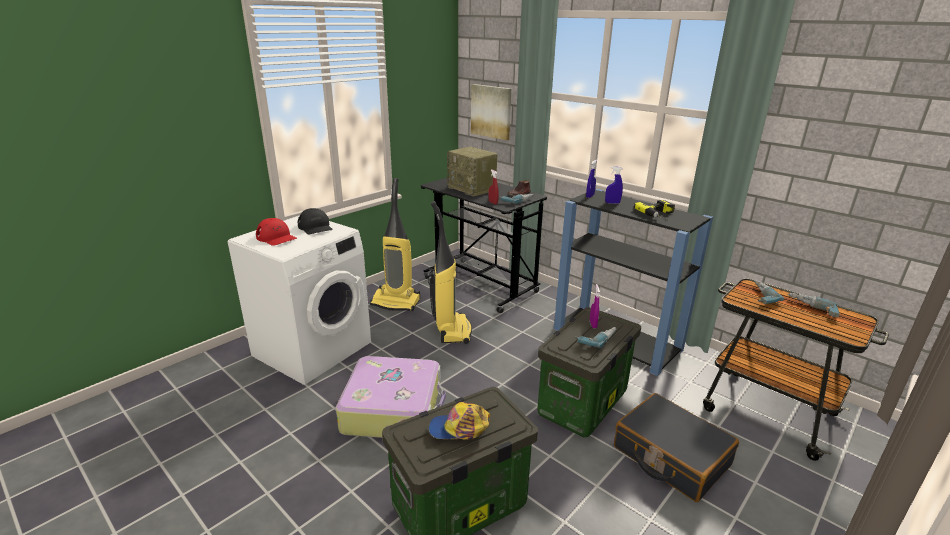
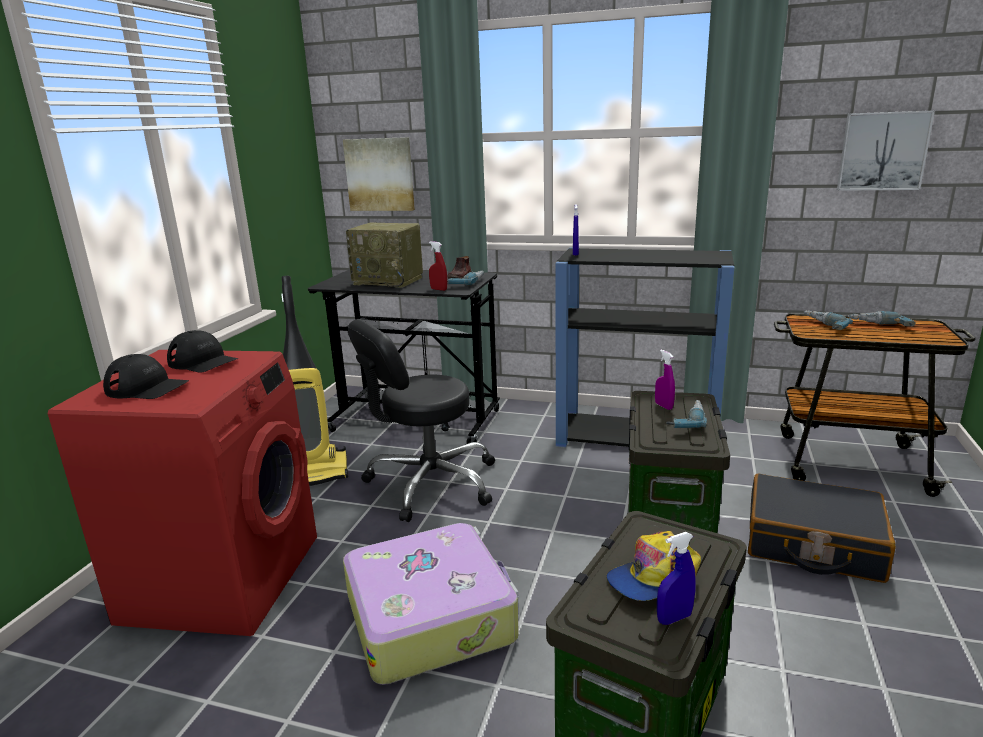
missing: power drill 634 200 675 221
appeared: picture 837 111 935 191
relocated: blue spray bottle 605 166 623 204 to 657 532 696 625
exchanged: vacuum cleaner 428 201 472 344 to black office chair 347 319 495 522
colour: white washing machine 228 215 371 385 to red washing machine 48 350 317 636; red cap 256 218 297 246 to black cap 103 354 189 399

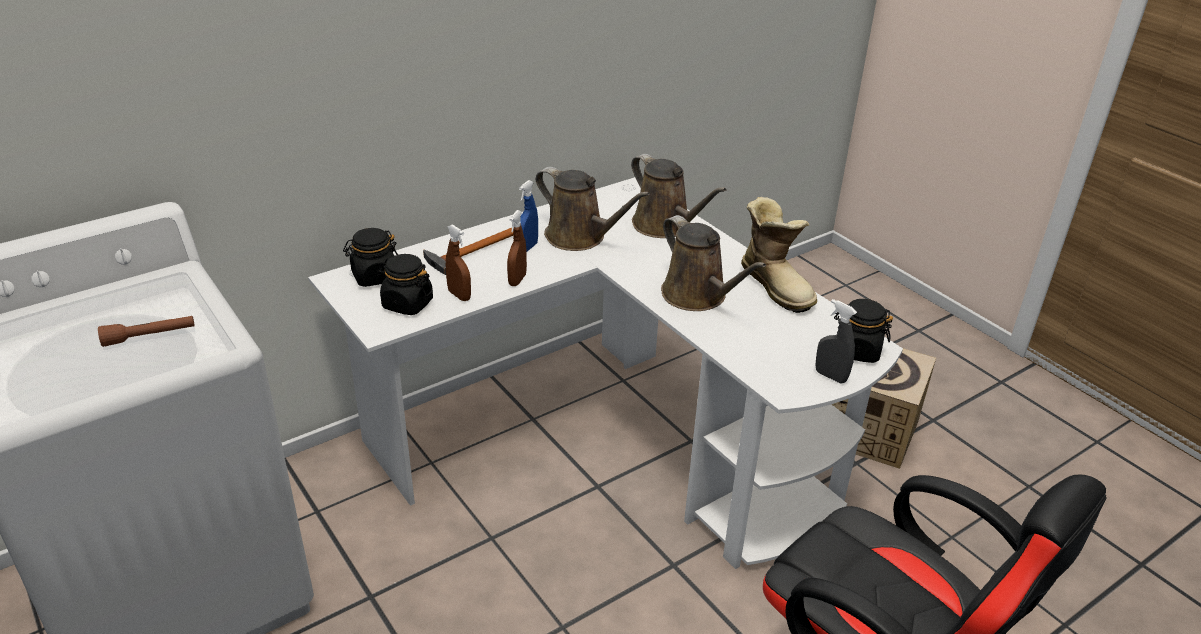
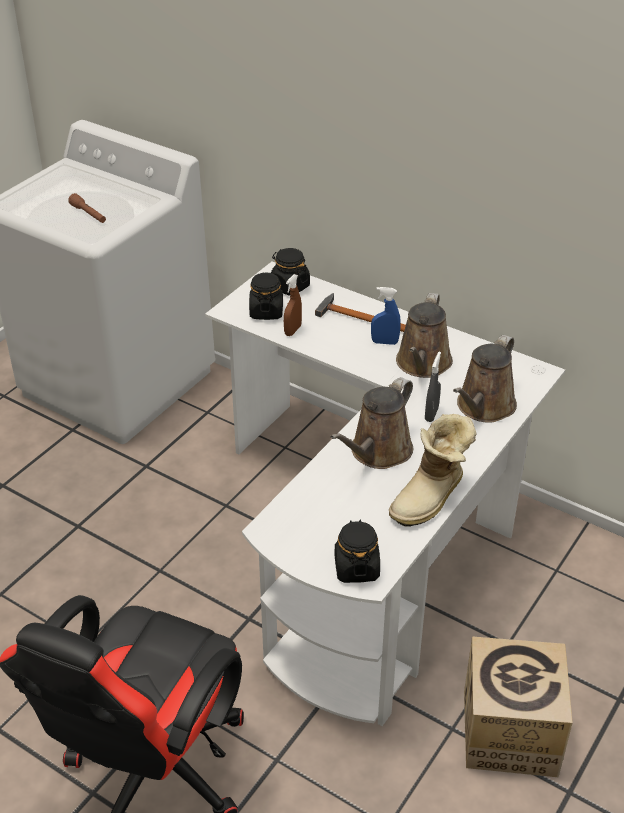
missing: brown spray bottle 507 210 527 286
relocated: grey spray bottle 816 299 857 384 to 425 352 441 422

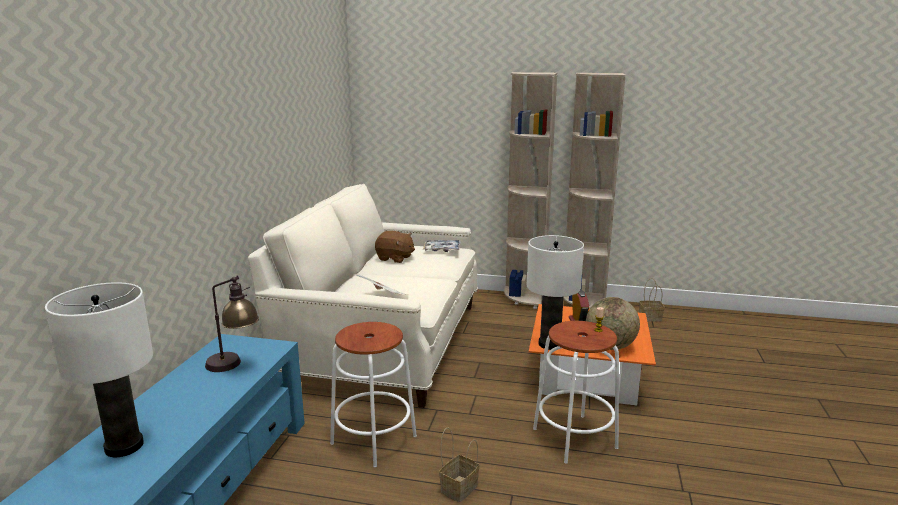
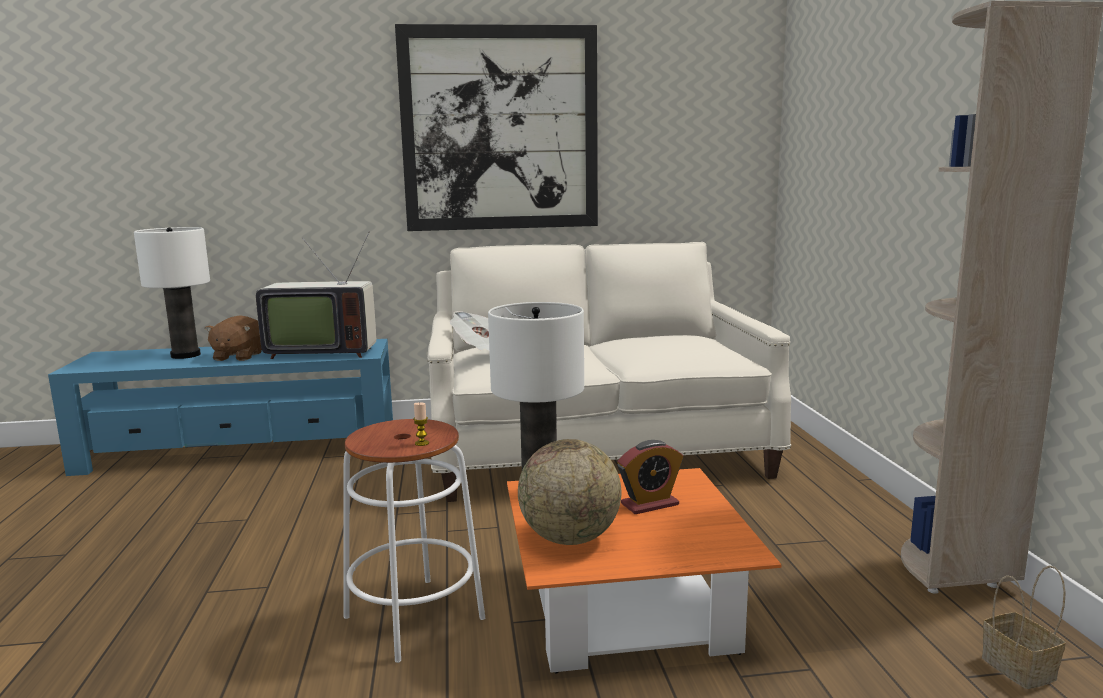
missing: white stool 330 322 417 467; tray 423 240 461 252; basket 439 428 479 502; beige bookcase 504 72 557 309
appeared: picture 395 24 598 231
relocated: brown plush toy 375 231 415 263 to 204 315 262 361
exchanged: table lamp 205 276 259 372 to television 256 232 376 359

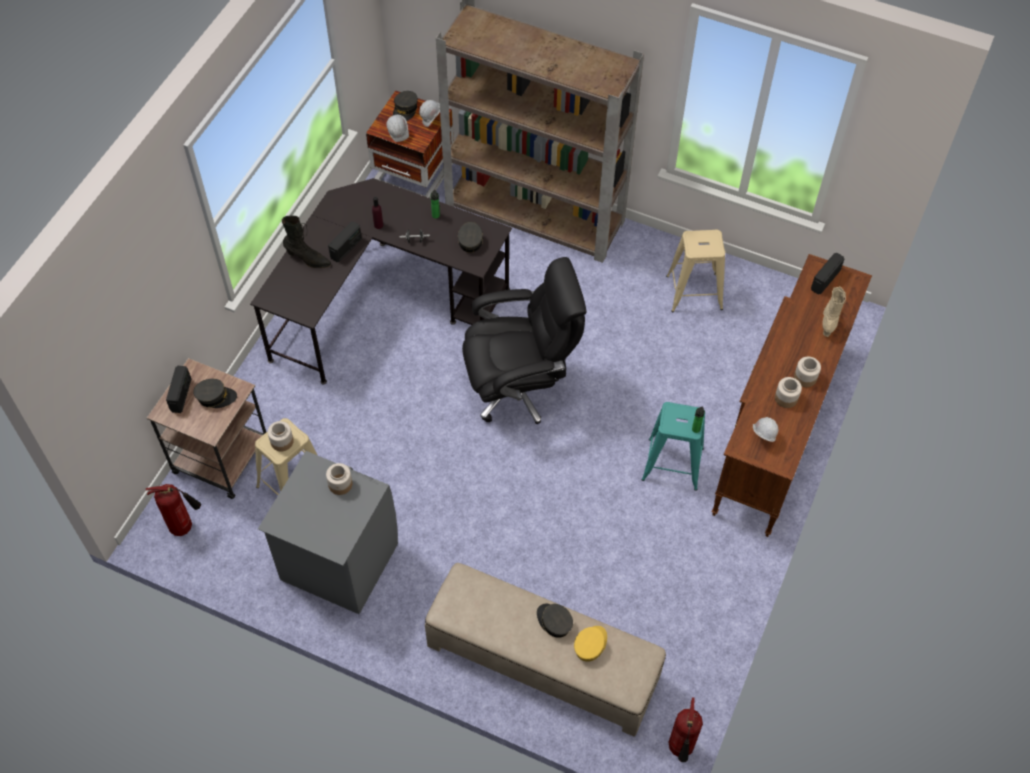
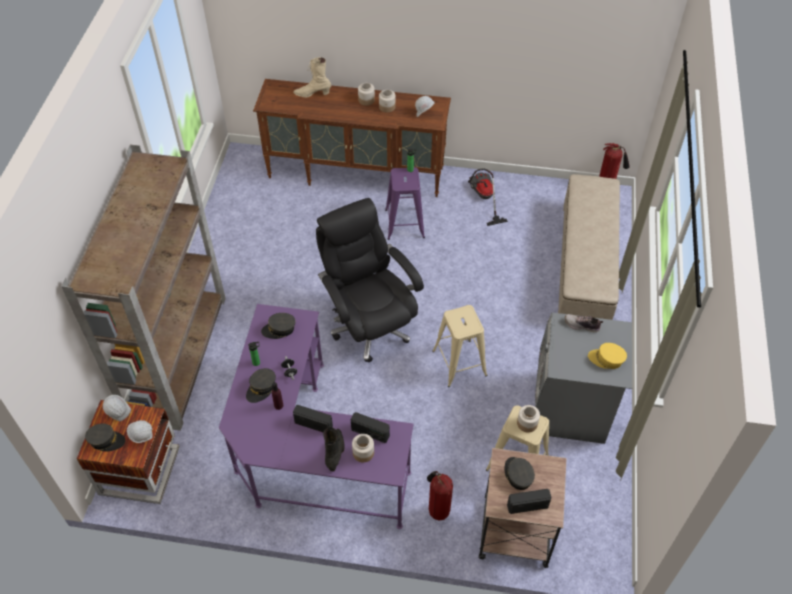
appeared: vacuum cleaner 468 169 508 226; shoe 565 314 603 332
relocated: fire extinguisher 146 484 201 536 to 427 471 453 520; jar 326 463 353 495 to 352 434 374 462; grey cap 537 604 573 638 to 246 368 276 403; yellow cap 574 626 607 662 to 588 343 627 369; beige stool 666 230 725 312 to 432 305 487 387; radio 811 252 844 295 to 351 412 390 443
colour: black desk 250 178 512 384 to purple desk 219 304 414 529; turquoise stool 642 402 705 491 to purple stool 385 167 425 240

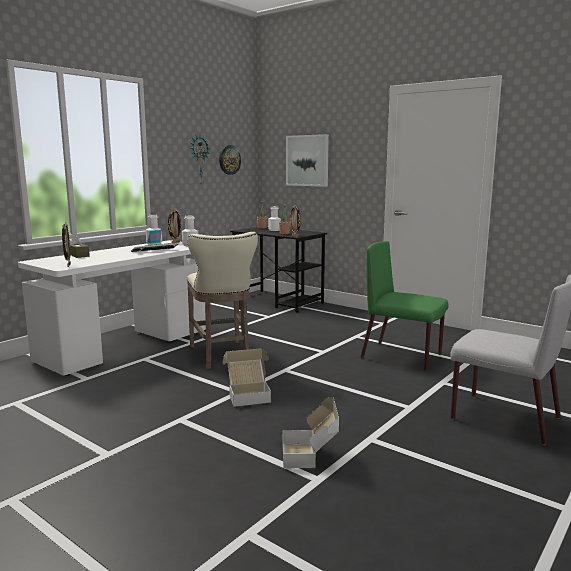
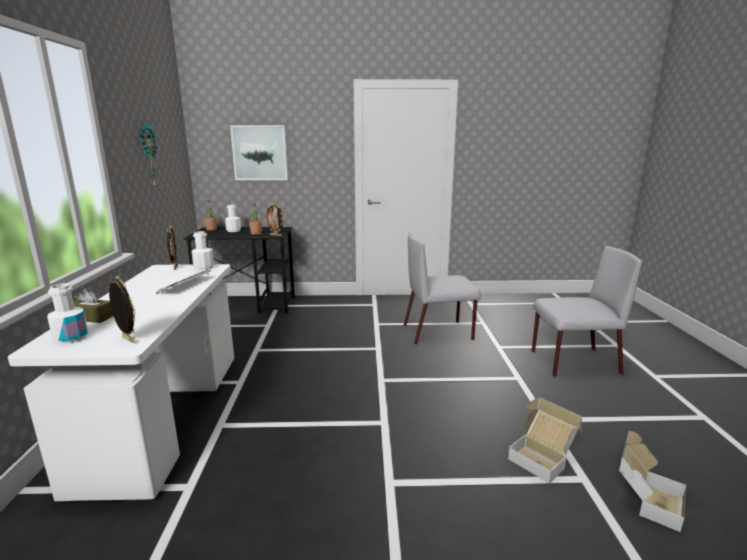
missing: beige stool 187 232 258 369; wall clock 219 145 241 175
relocated: white bottle 146 215 162 245 to 47 283 88 344; cardboard box 223 348 271 407 to 619 431 686 532
colour: green chair 360 241 449 371 to grey chair 404 233 481 345

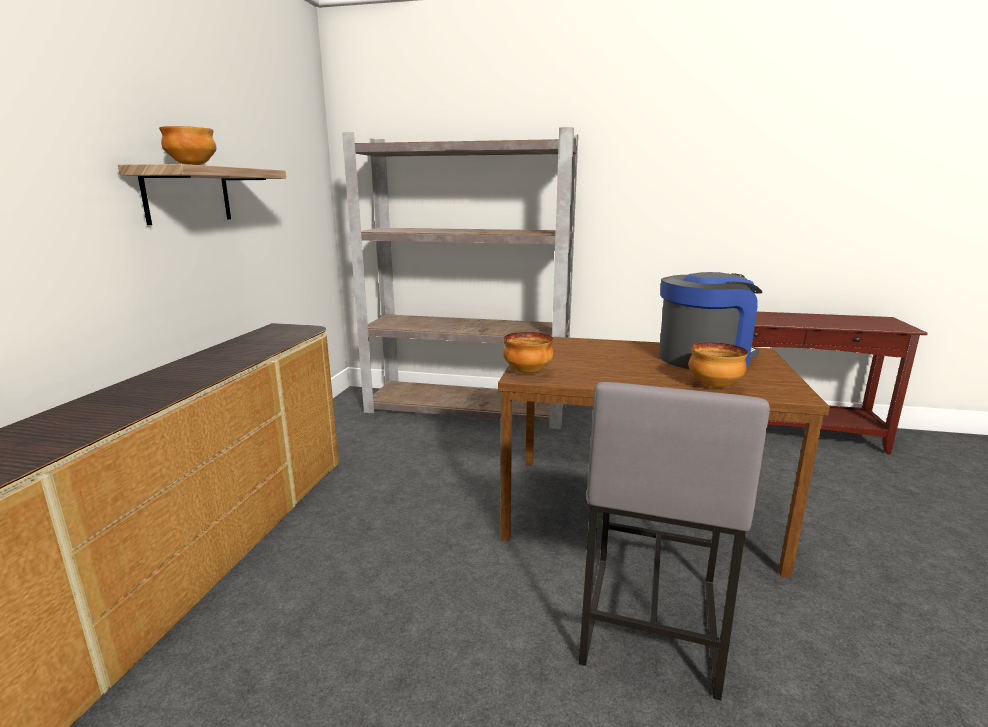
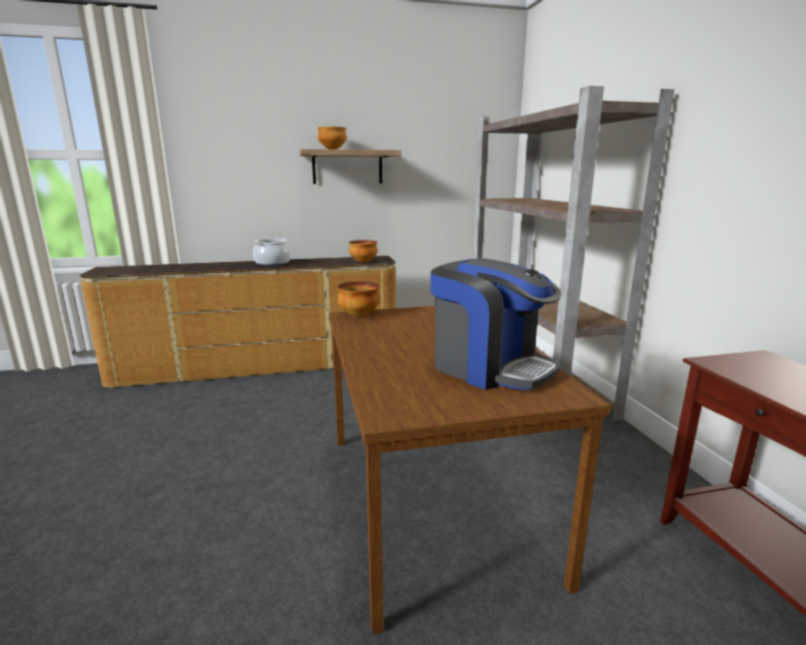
missing: grey stool 579 382 770 701
appeared: cooking pot 253 237 291 266
relocated: bowl 689 342 748 387 to 349 240 378 263

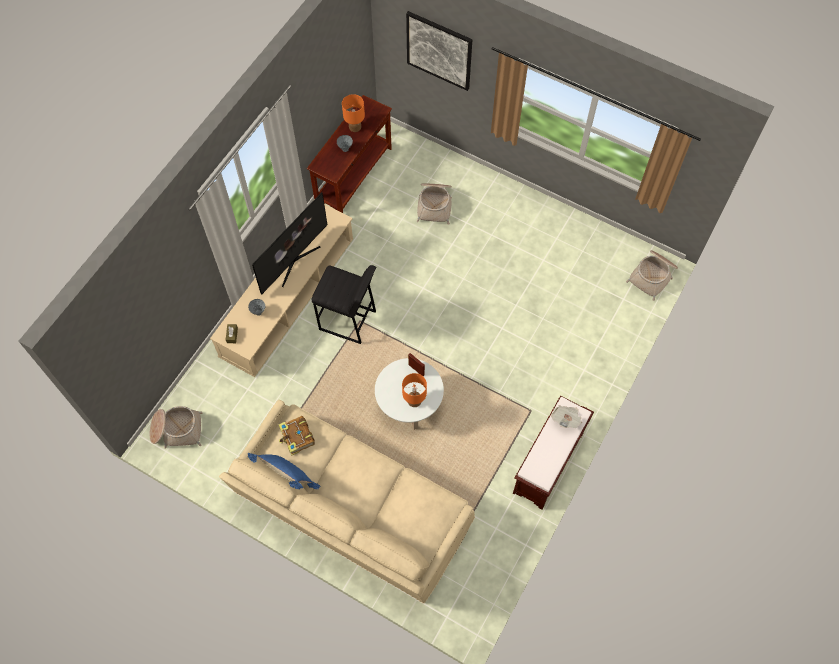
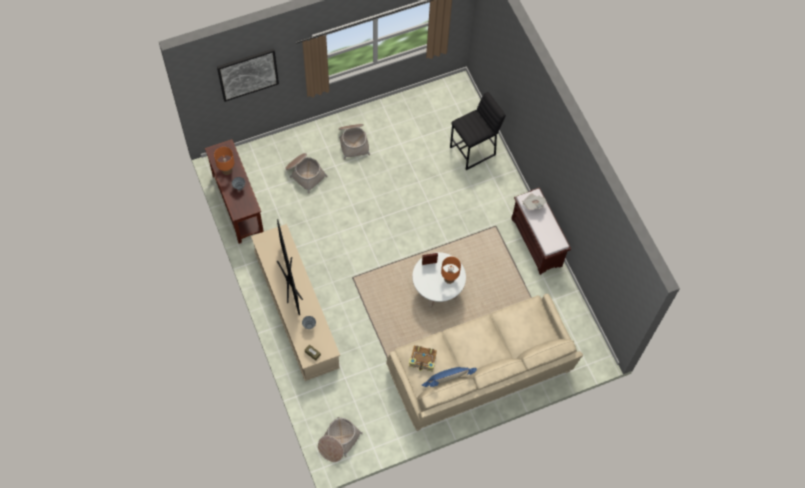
relocated: black stool 312 265 376 344 to 450 92 506 170; basket 626 250 678 301 to 339 124 370 160

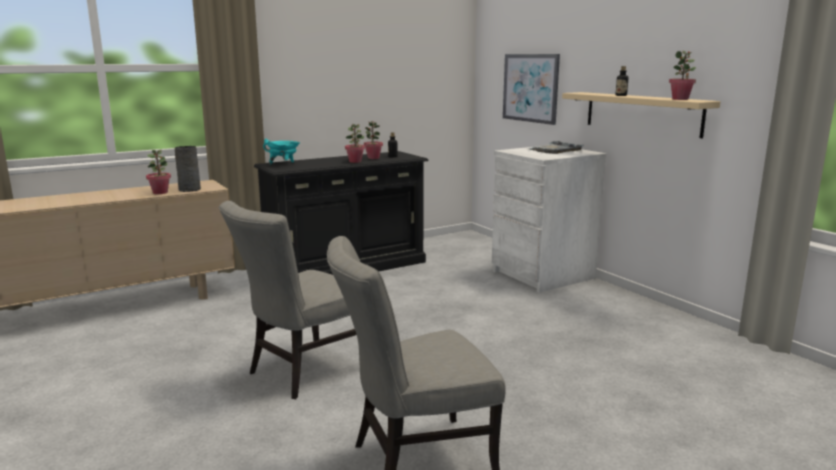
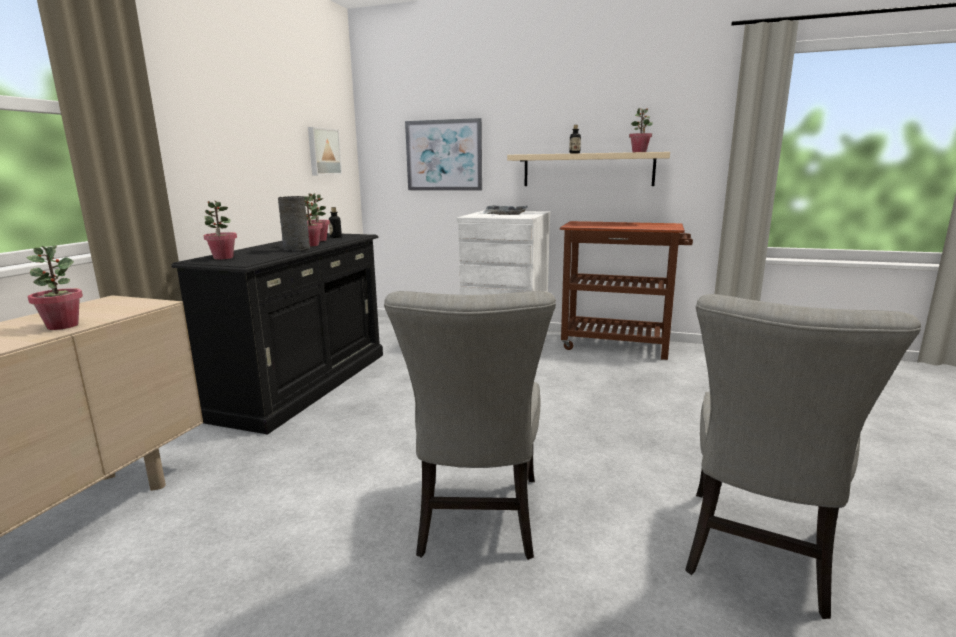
appeared: picture 308 127 342 175; brown cart 560 221 693 360
relocated: grey vase 175 146 201 192 to 278 196 310 252
exchanged: turquoise cooking pot 263 139 300 165 to potted plant 204 200 237 260

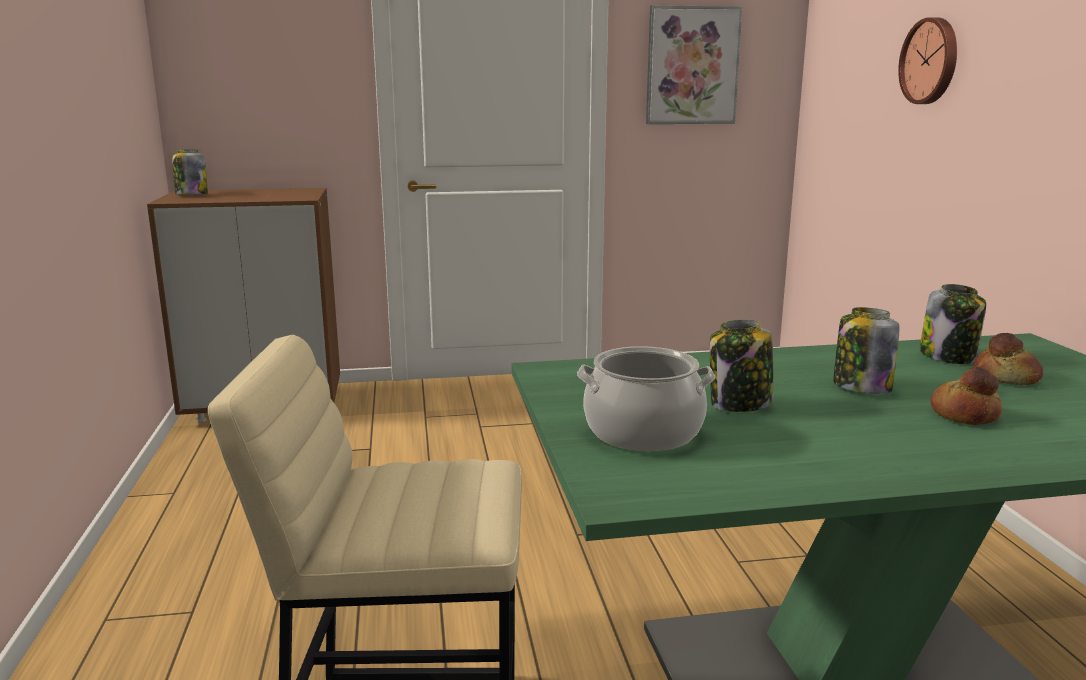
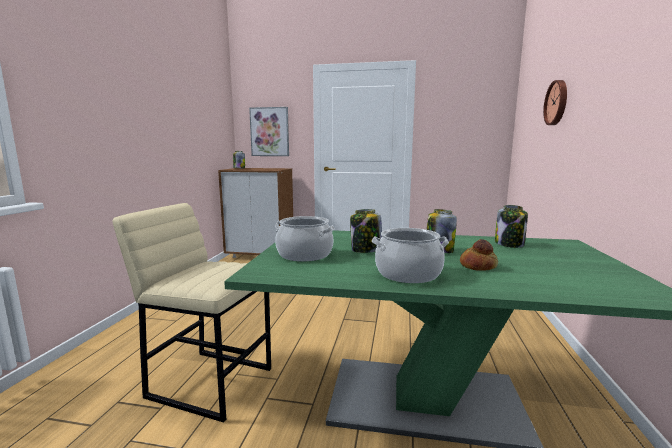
missing: bread 973 333 1043 385
appeared: cooking pot 372 228 449 283
relocated: picture 646 5 743 124 to 249 107 289 156

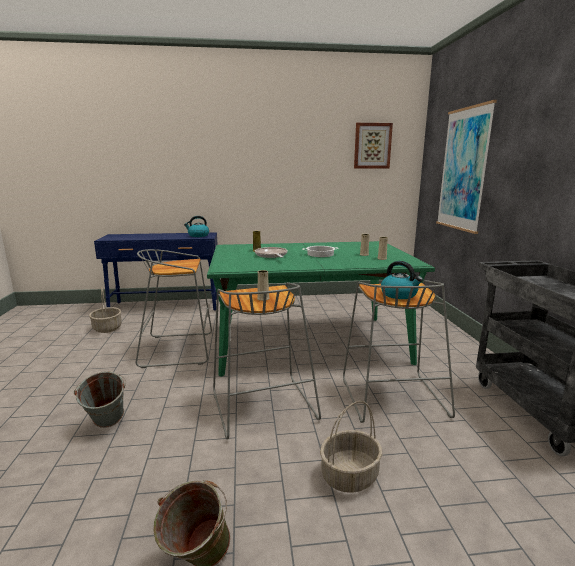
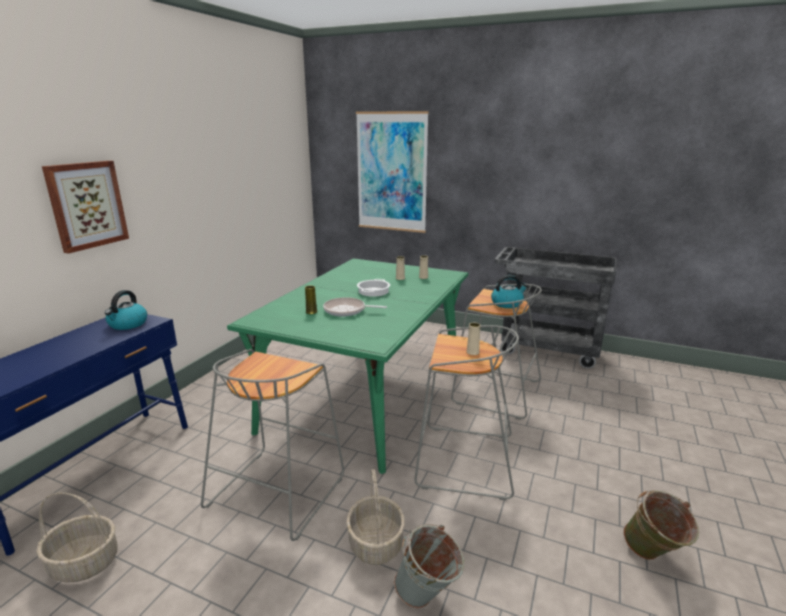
relocated: basket 320 401 382 493 to 346 469 405 565; picture 354 123 393 168 to 42 161 129 254

